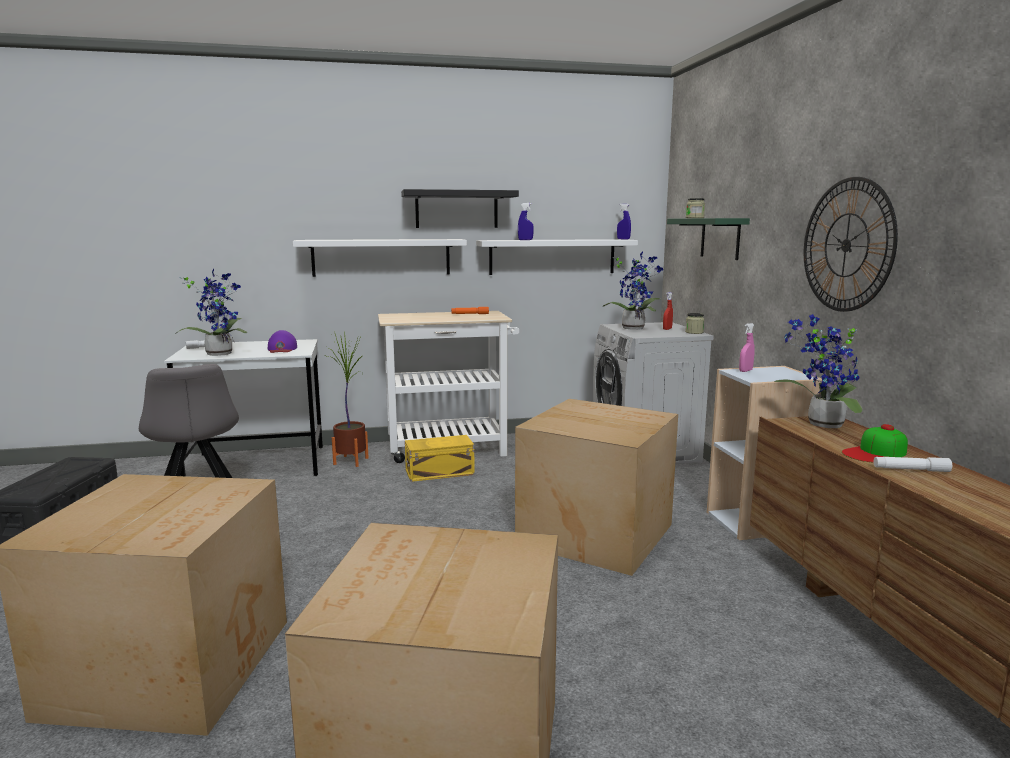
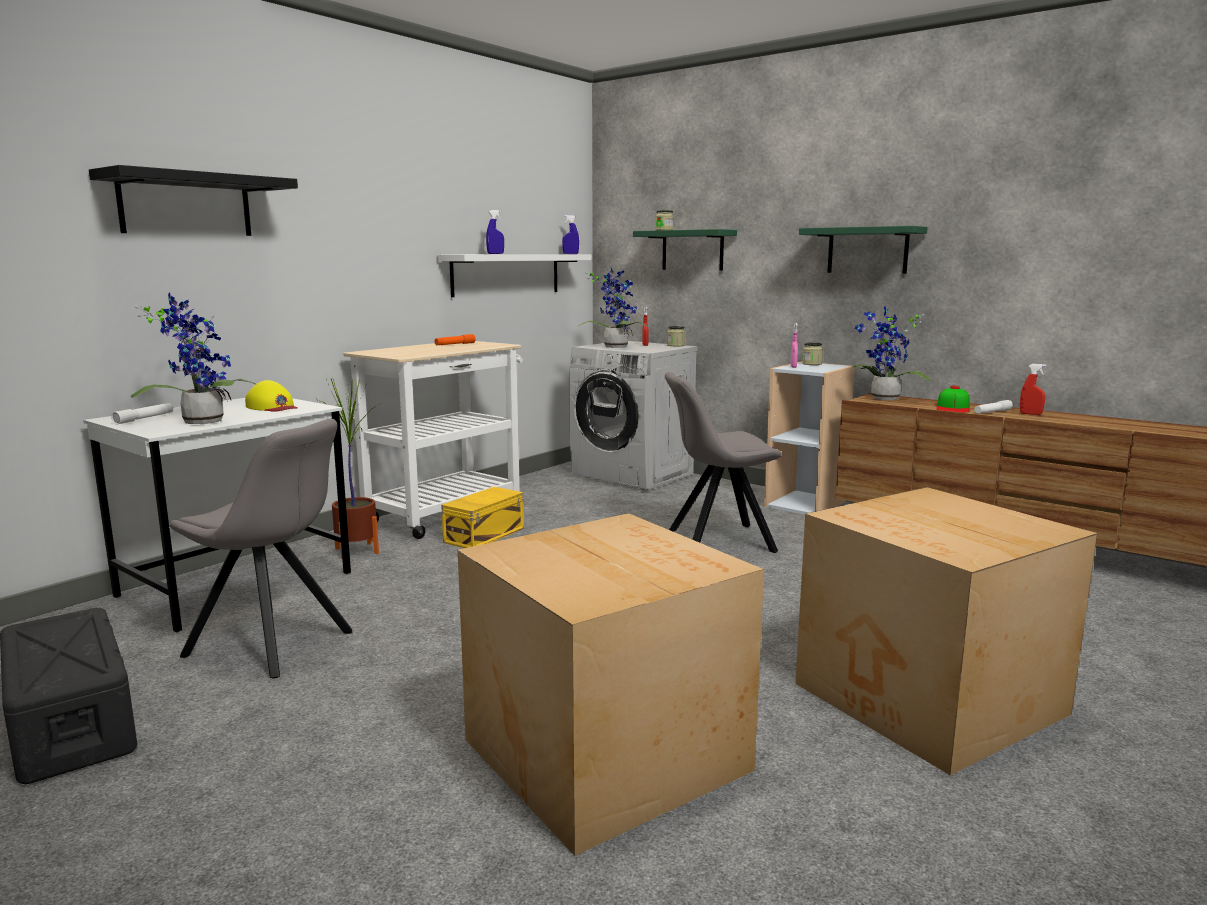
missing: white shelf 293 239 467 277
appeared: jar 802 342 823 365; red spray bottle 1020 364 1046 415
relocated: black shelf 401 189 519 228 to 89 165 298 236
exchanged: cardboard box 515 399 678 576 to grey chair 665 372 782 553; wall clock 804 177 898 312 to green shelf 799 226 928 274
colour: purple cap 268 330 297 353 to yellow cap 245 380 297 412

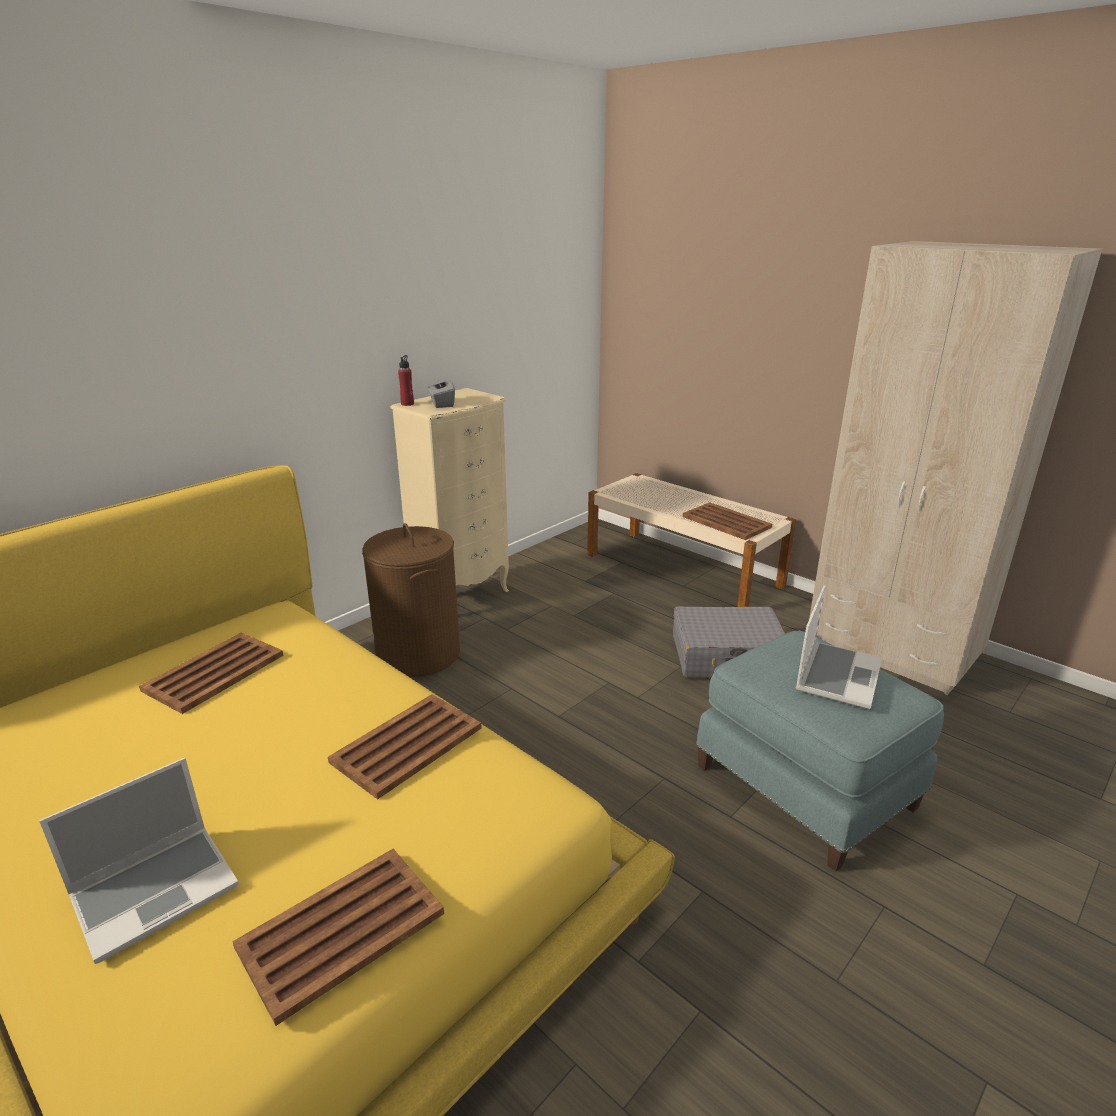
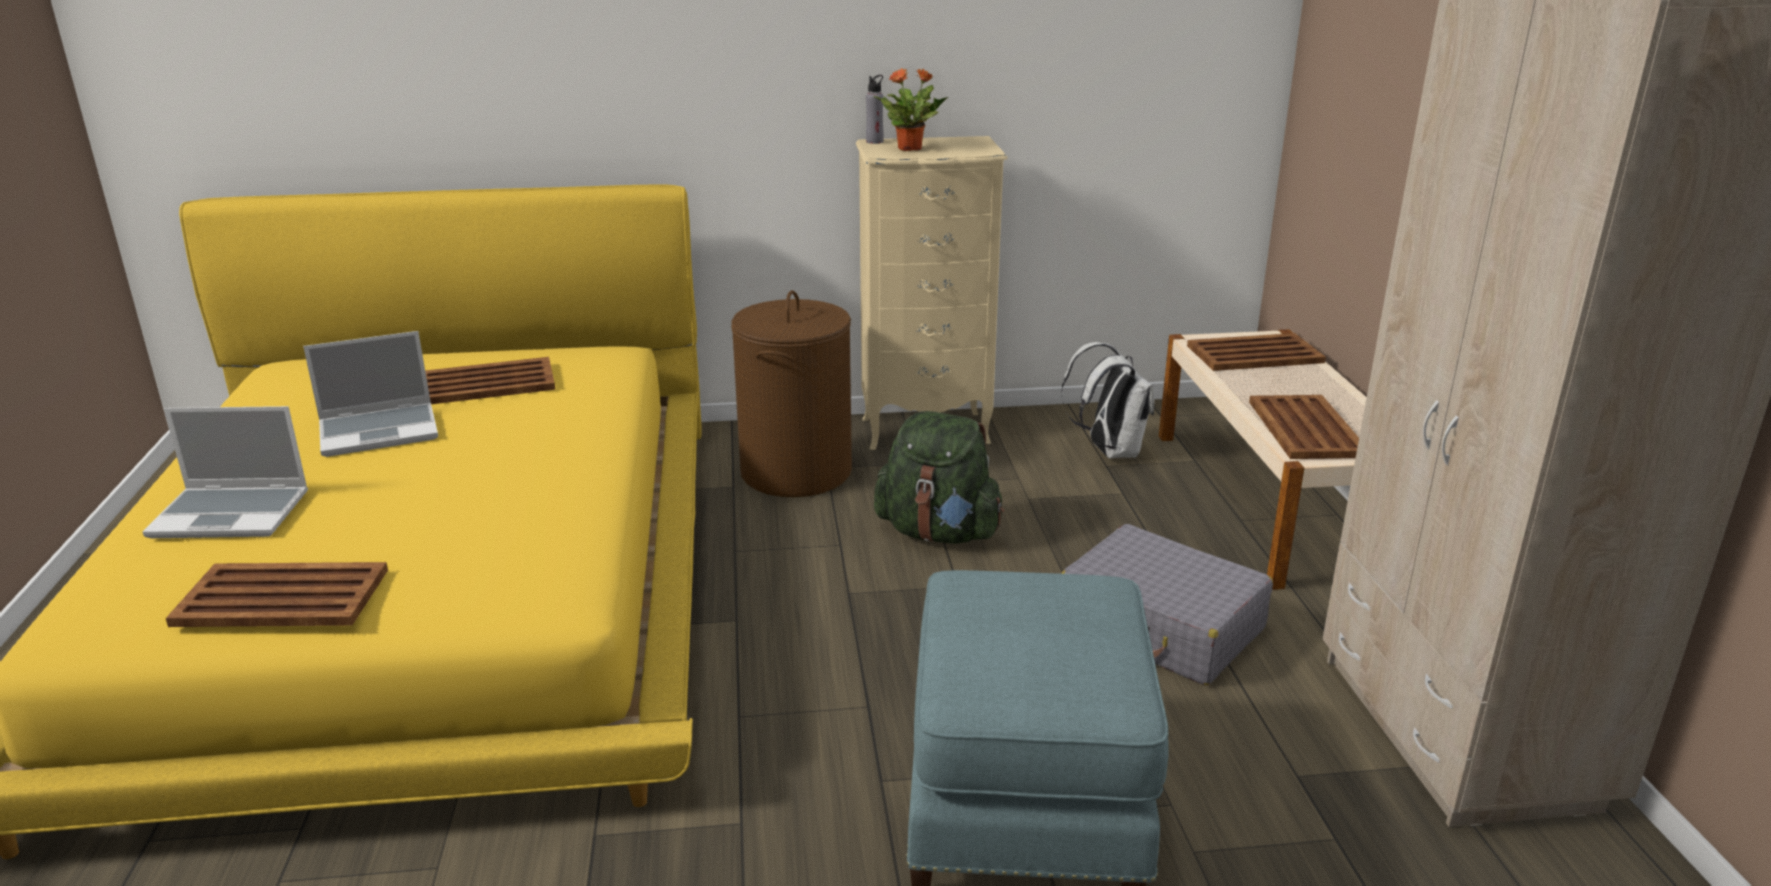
appeared: green backpack 874 411 1004 544; white backpack 1061 342 1154 458
relocated: brown tray 328 694 482 799 to 1187 333 1326 371; laptop 796 586 882 709 to 303 331 438 457
exchanged: grey tissue box 428 375 455 408 to potted plant 874 68 948 151
colour: red bottle 398 355 414 406 to grey bottle 866 75 884 144

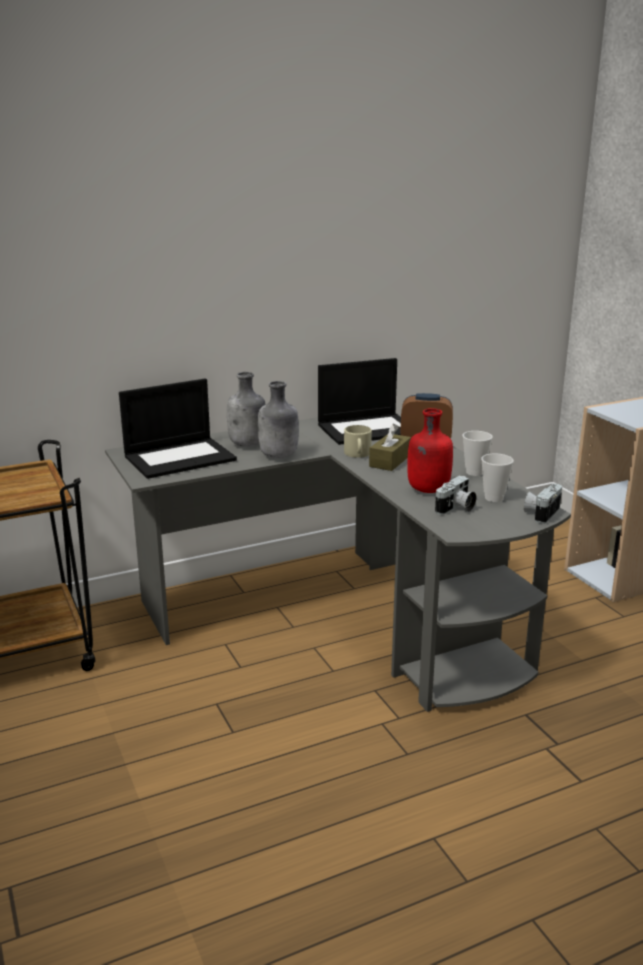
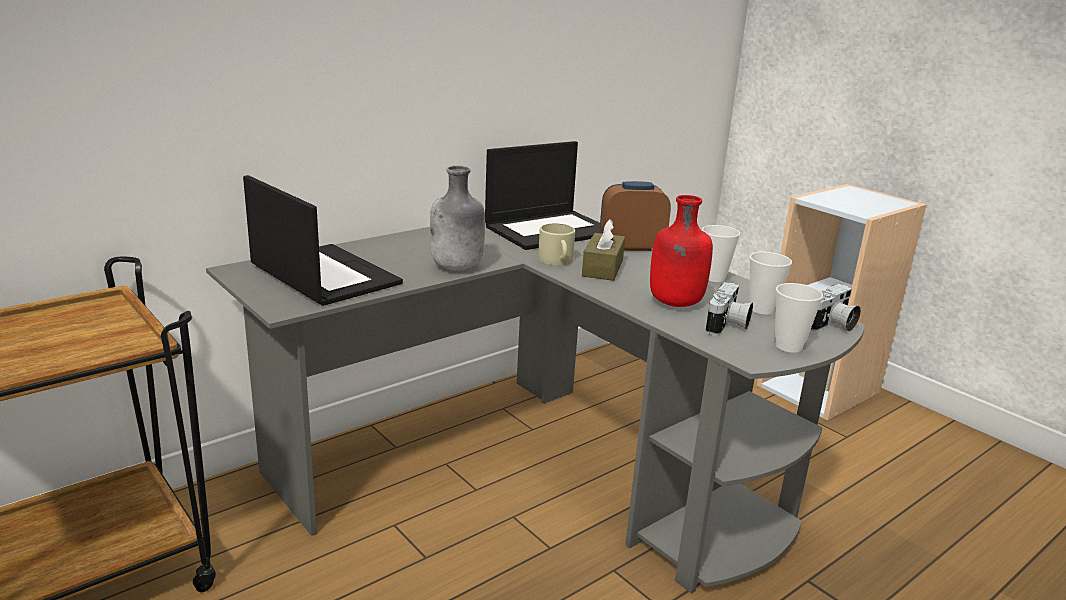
missing: grey bottle 227 372 266 447
appeared: cup 775 283 823 353
spun: laptop 119 379 237 479 = 243 175 403 306 90 degrees counterclockwise; photo camera 524 484 562 524 = 810 284 861 332 150 degrees counterclockwise

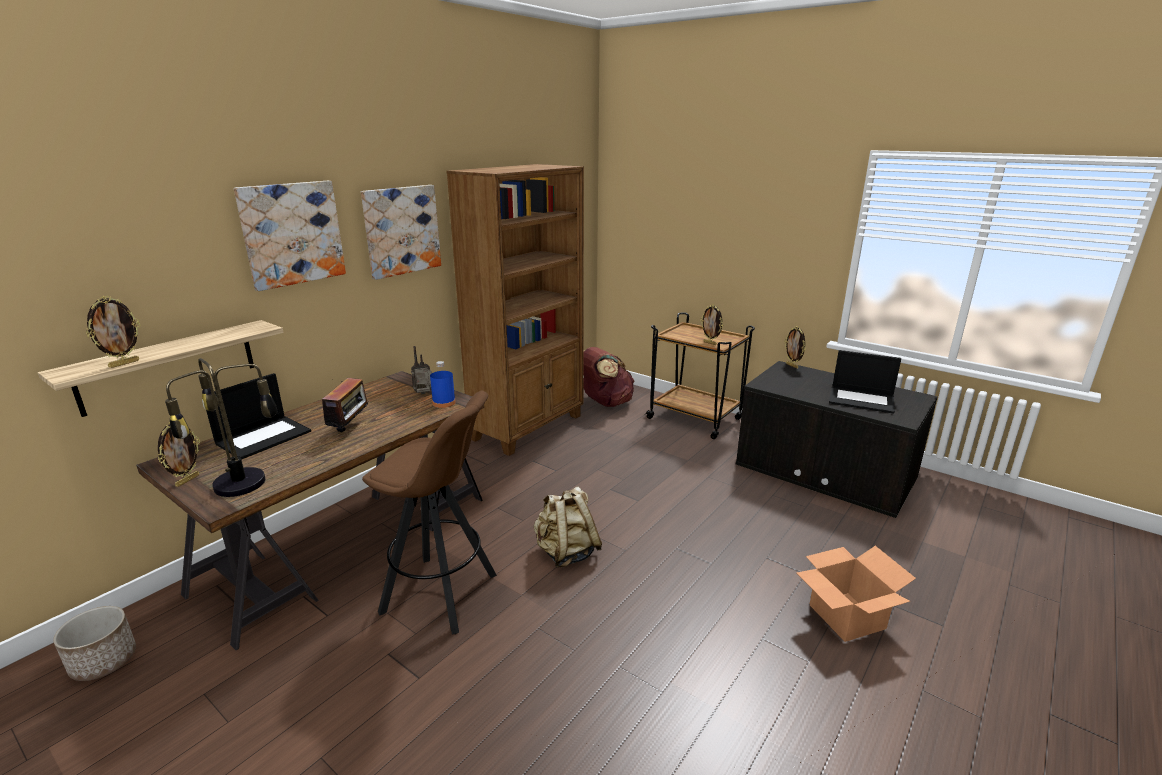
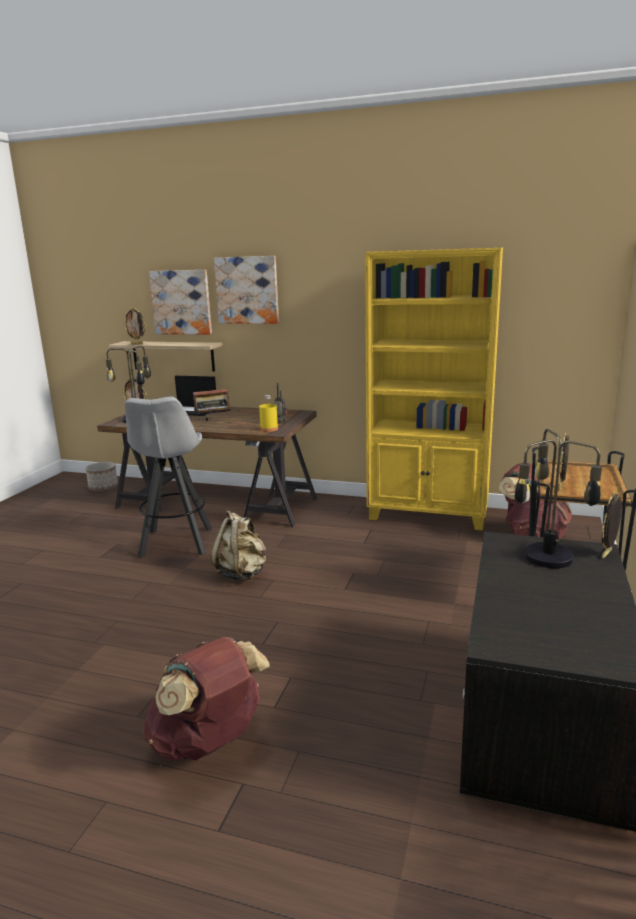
missing: laptop 829 350 901 414
appeared: table lamp 515 429 602 568
relocated: picture 361 185 441 280 to 149 270 212 335
exchanged: cardboard box 797 546 916 642 to brown backpack 142 637 270 761
colour: brown stool 362 391 497 635 to grey stool 125 397 212 558; blue bottle 430 361 456 408 to yellow bottle 259 395 278 432; brown bookcase 446 164 584 456 to yellow bookcase 365 248 503 531

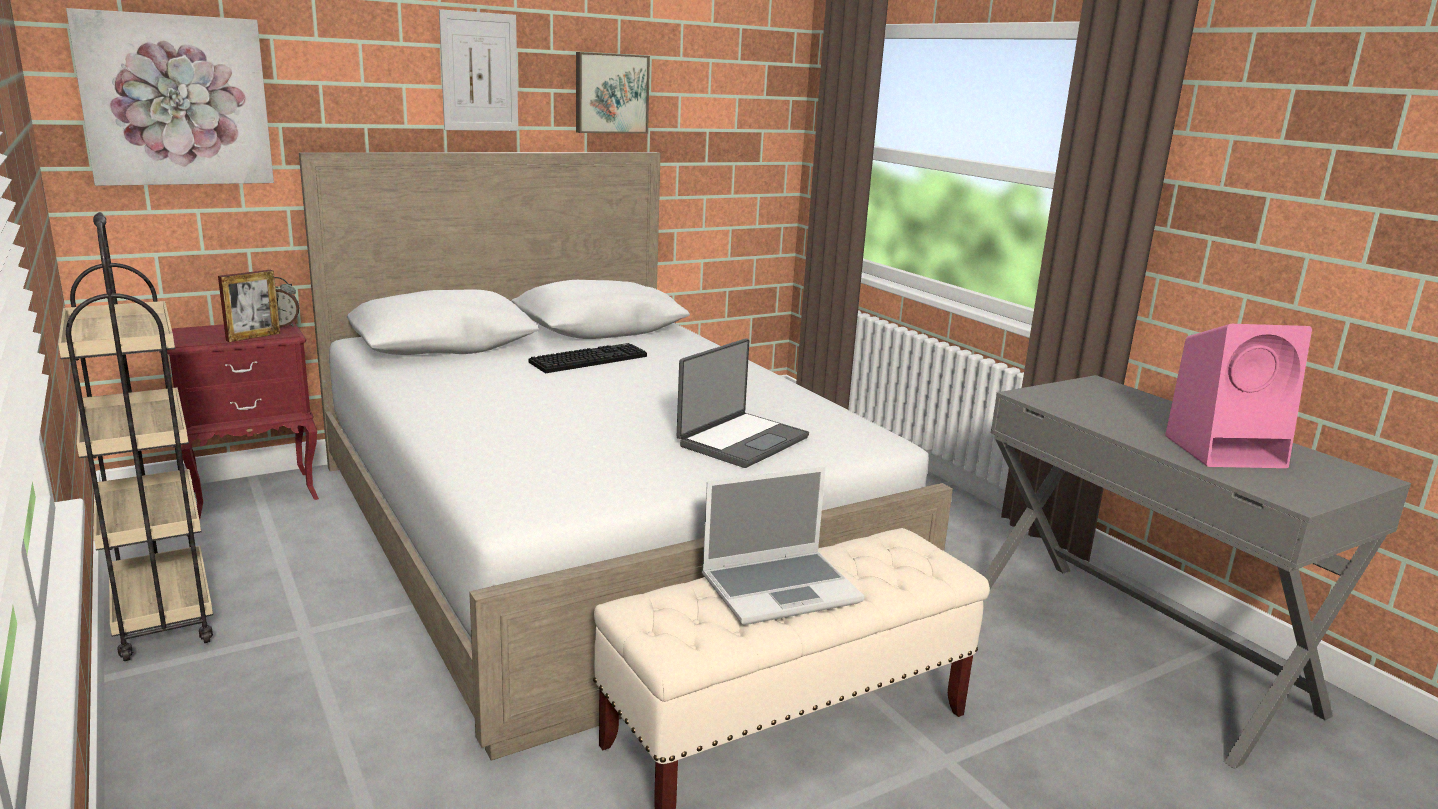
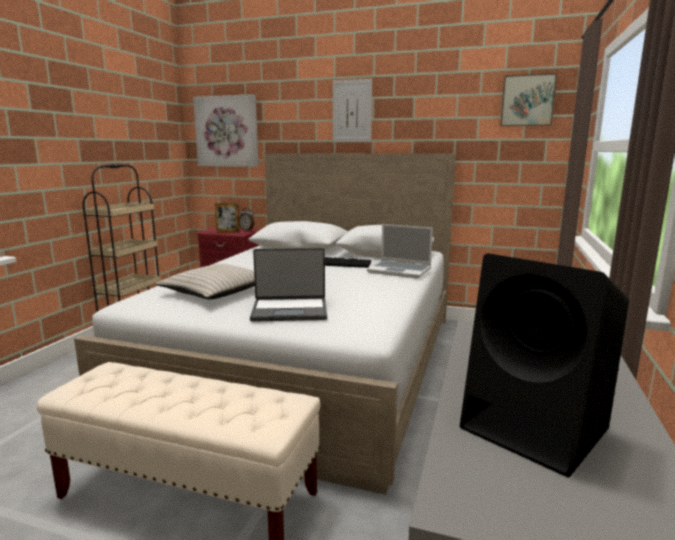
appeared: beige pillow 156 264 255 300
relocated: picture 576 52 650 134 to 500 73 557 126; laptop 702 467 864 625 to 367 224 433 279
colour: pink speaker 1165 324 1312 468 to black speaker 460 253 629 478

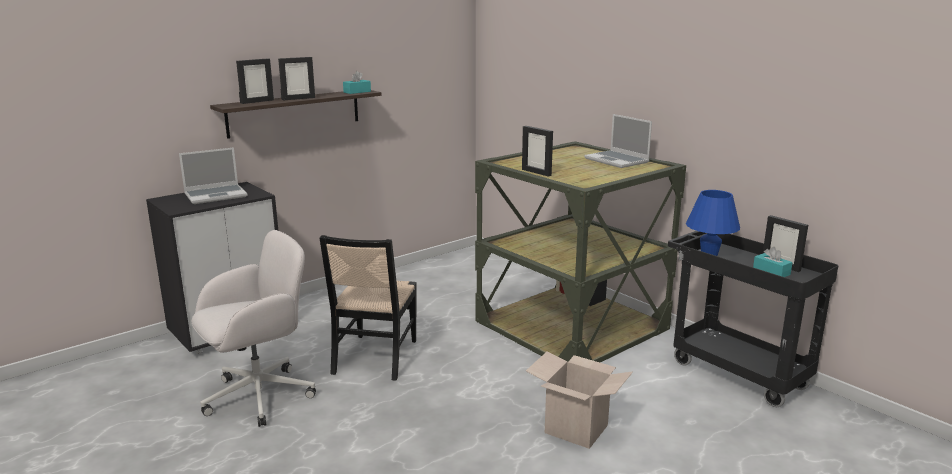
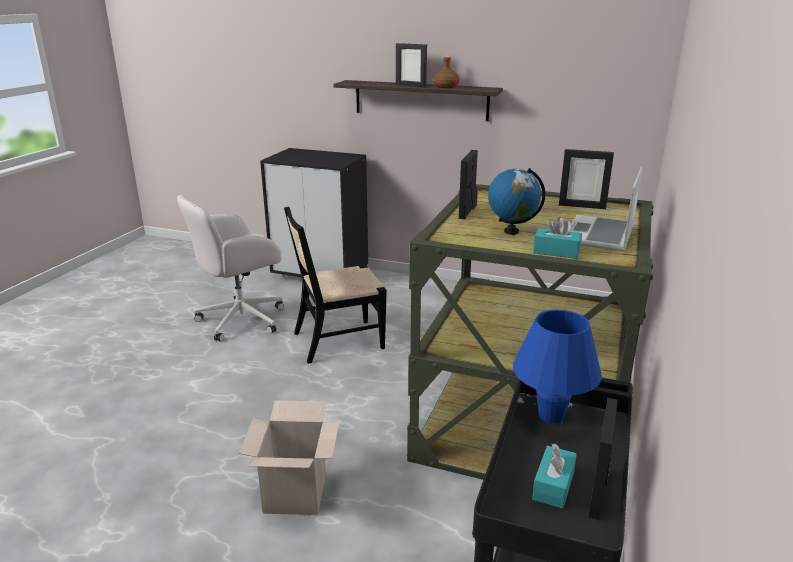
missing: laptop 179 147 248 204
appeared: brown bottle 433 57 460 88; globe 488 168 546 235
relocated: picture frame 236 58 274 104 to 559 149 614 209; turquoise tissue box 343 71 371 94 to 533 217 582 259
spun: white office chair 192 230 316 427 = 177 195 284 341 120 degrees clockwise

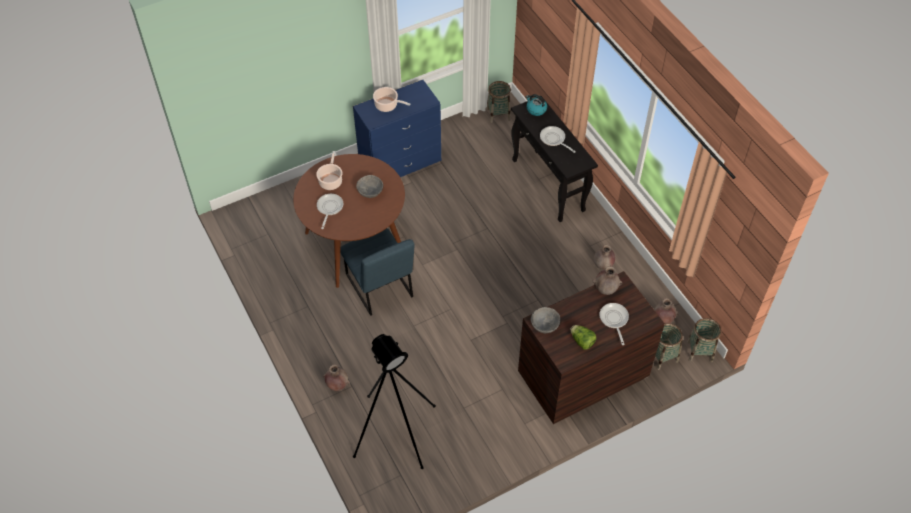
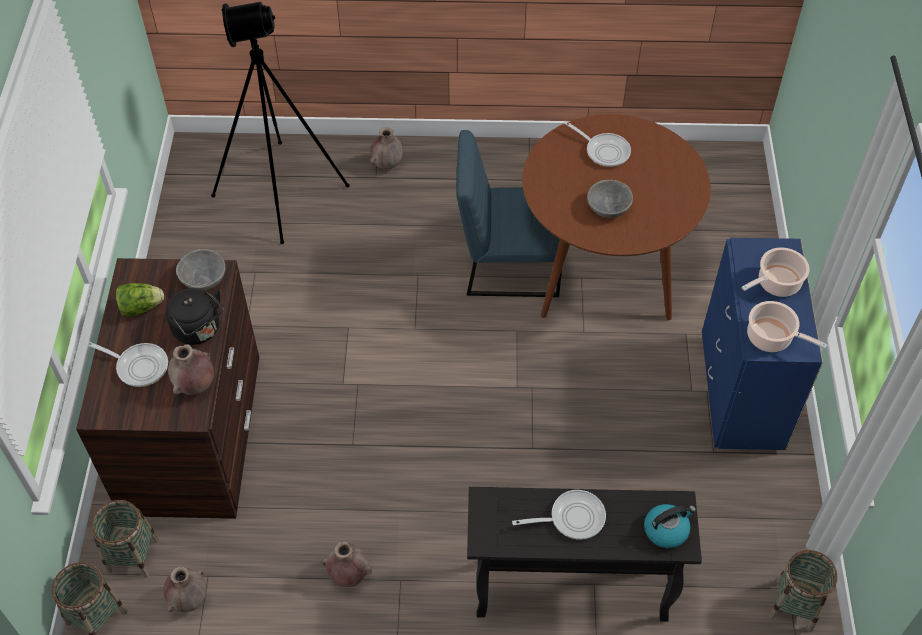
appeared: black kettle 166 288 224 345
relocated: cooking pot 316 151 342 190 to 747 301 827 352

